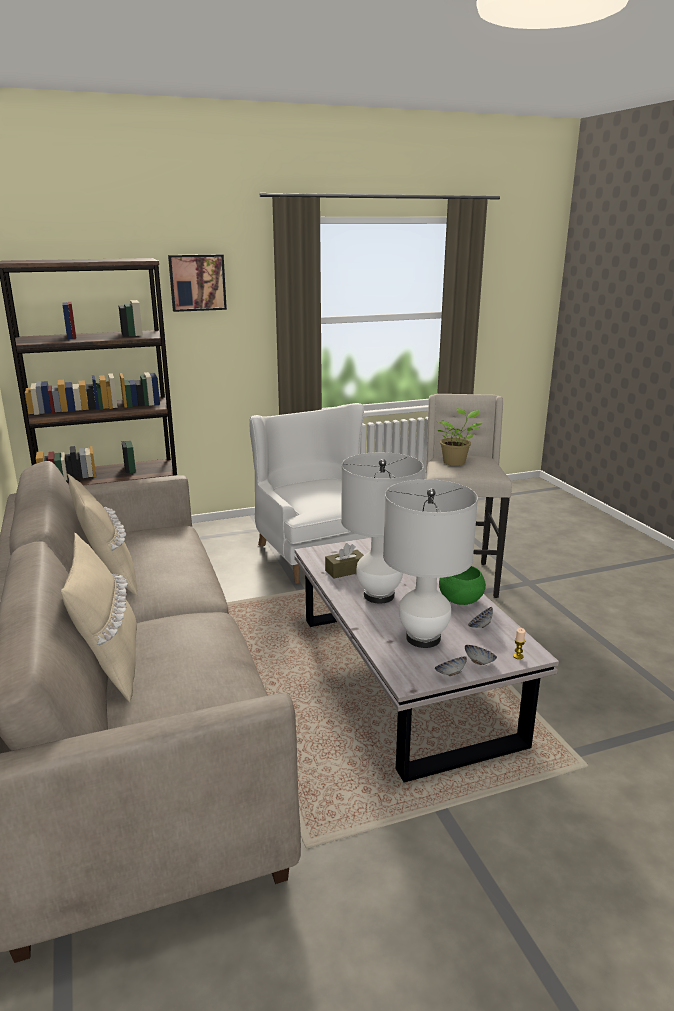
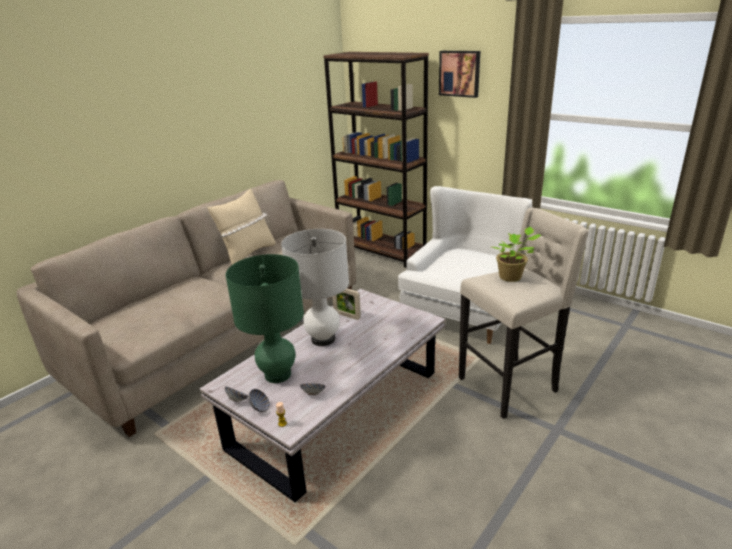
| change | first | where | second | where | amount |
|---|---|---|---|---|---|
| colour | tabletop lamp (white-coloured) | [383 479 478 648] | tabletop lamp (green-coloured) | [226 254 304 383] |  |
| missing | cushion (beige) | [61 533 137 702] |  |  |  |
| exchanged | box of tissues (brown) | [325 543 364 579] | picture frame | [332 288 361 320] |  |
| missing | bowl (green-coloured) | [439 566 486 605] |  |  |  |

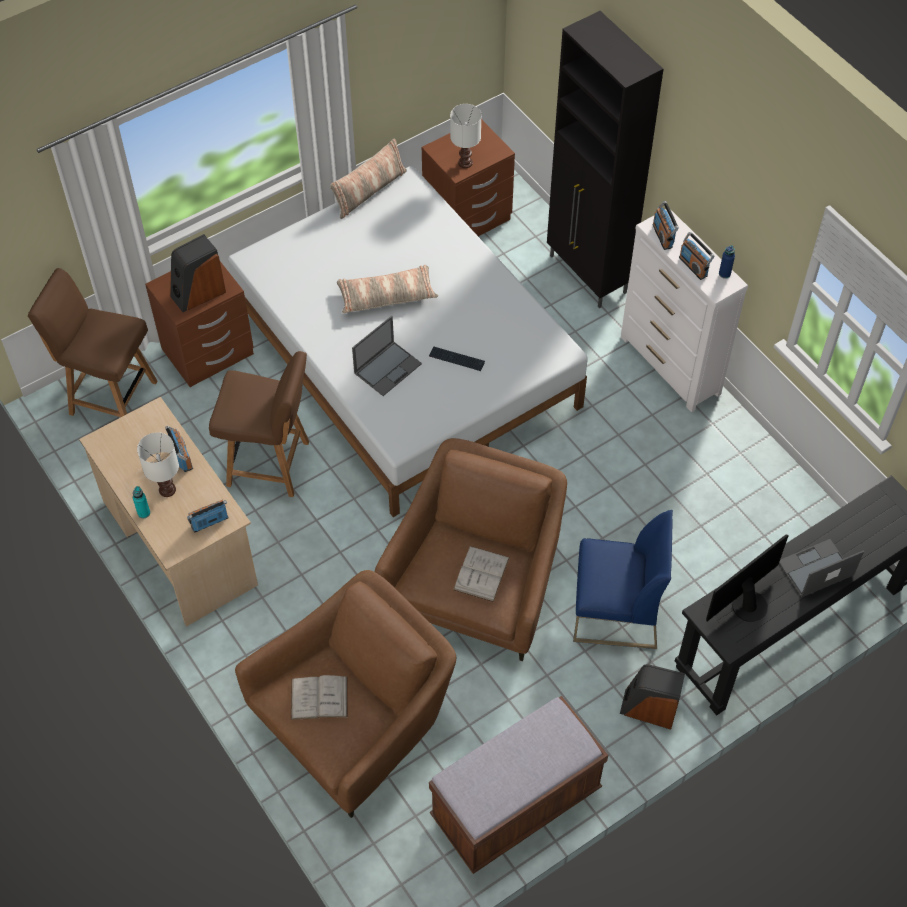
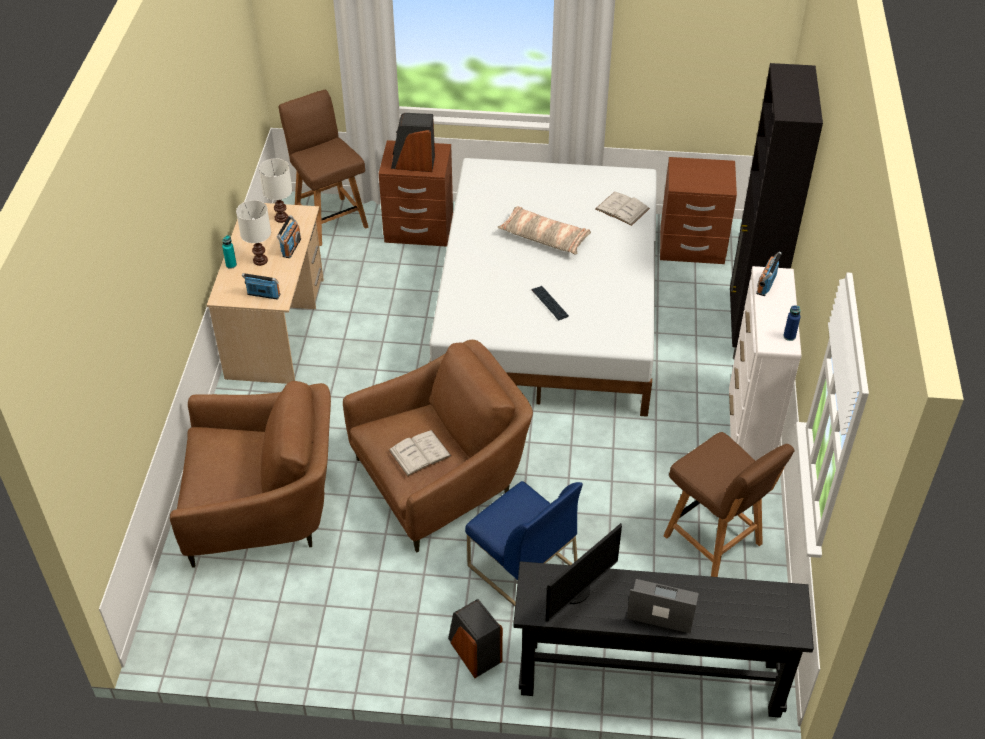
| change | first | where | second | where | amount |
|---|---|---|---|---|---|
| relocated | tabletop lamp (white-coloured) | [450 104 481 168] |  | [259 158 292 223] |  |
| missing | cushion | [330 139 407 219] |  |  |  |
| missing | radio receiver | [679 232 714 280] |  |  |  |
| missing | notebook computer | [352 316 422 396] |  |  |  |
| relocated | upright chair (brown) | [209 351 309 497] |  | [663 432 795 577] |  |
| spun | computer screen | [706 535 789 622] |  | [546 523 622 622] | 135 degrees clockwise |
| relocated | bound book (white-coloured) | [291 675 348 720] |  | [596 192 650 226] |  |
| missing | bench (brown) | [429 696 608 874] |  |  |  |

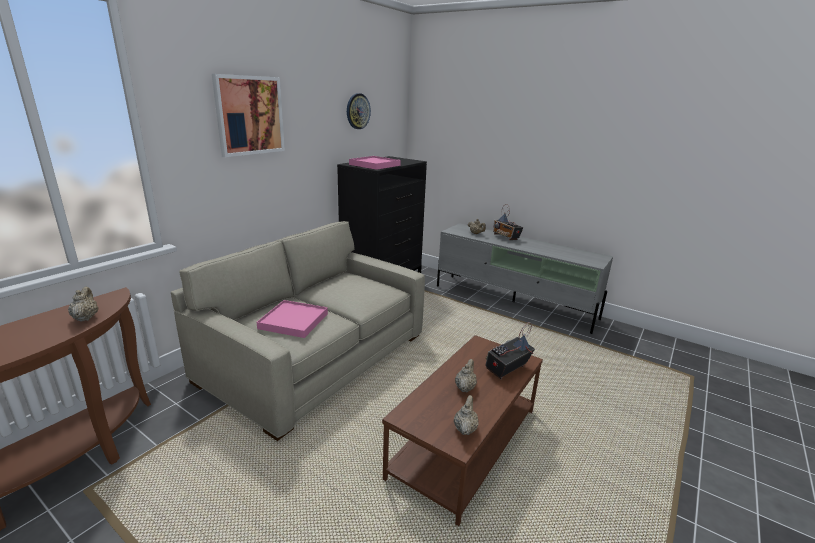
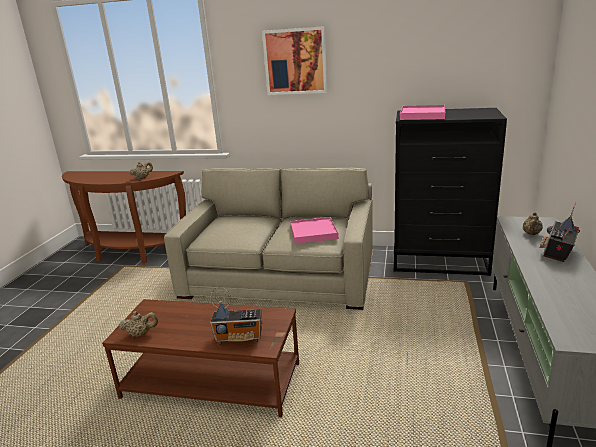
| change | first | where | second | where | amount |
|---|---|---|---|---|---|
| missing | wall clock | [347 93 371 129] |  |  |  |
| relocated | serving tray (pink) | [256 300 328 338] |  | [290 217 339 244] |  |
| spun | radio receiver | [485 322 535 379] |  | [210 287 263 345] | 150 degrees clockwise |
| missing | pot for tea (beige) | [455 359 477 392] |  |  |  |

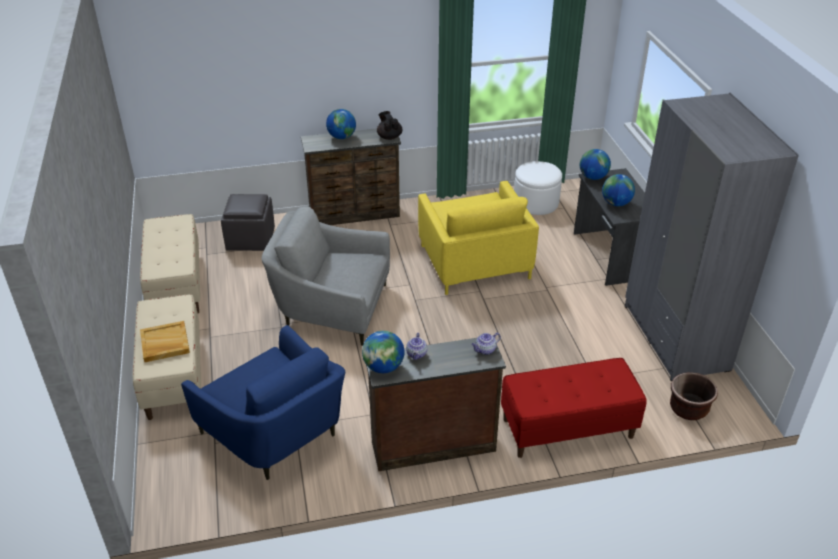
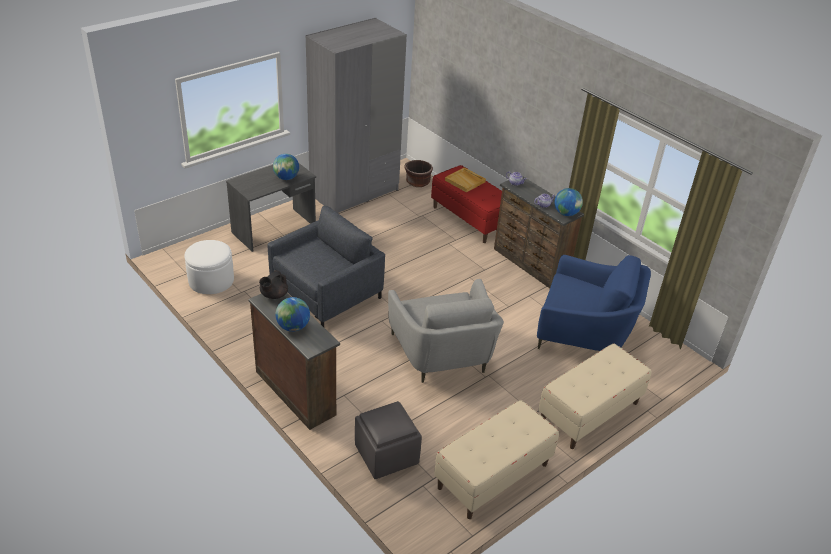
| change | first | where | second | where | amount |
|---|---|---|---|---|---|
| missing | globe | [580 149 611 180] |  |  |  |
| colour | armchair (yellow) | [418 181 539 295] | armchair (grey) | [267 206 385 327] |  |
| relocated | serving tray (beige) | [140 321 190 362] |  | [445 167 486 192] |  |
| spun | armchair (bluish) | [181 325 345 480] |  | [537 255 651 351] | 90 degrees clockwise |

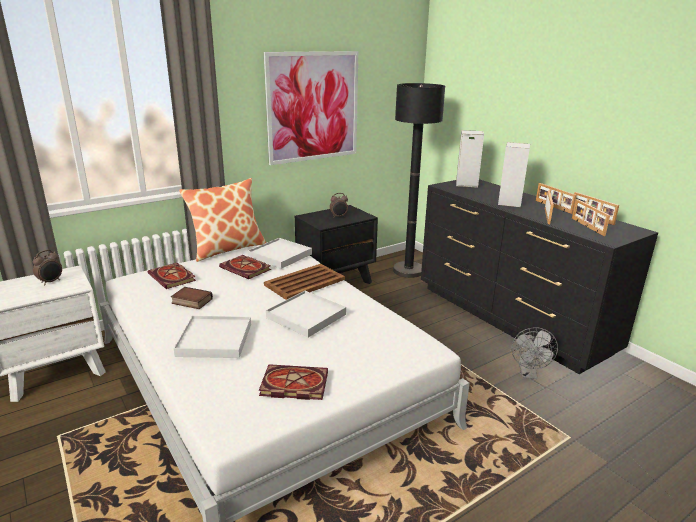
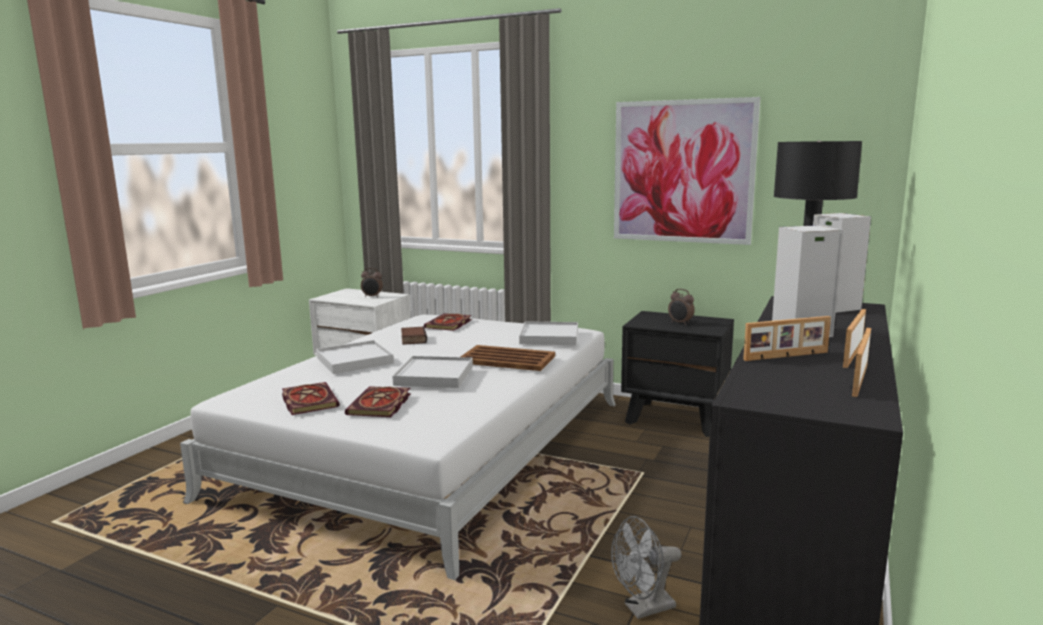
| change | first | where | second | where | amount |
|---|---|---|---|---|---|
| missing | cushion | [179 178 266 262] |  |  |  |
| missing | picture frame | [572 199 610 236] |  |  |  |
| relocated | bound book | [219 255 271 279] |  | [345 386 411 417] |  |

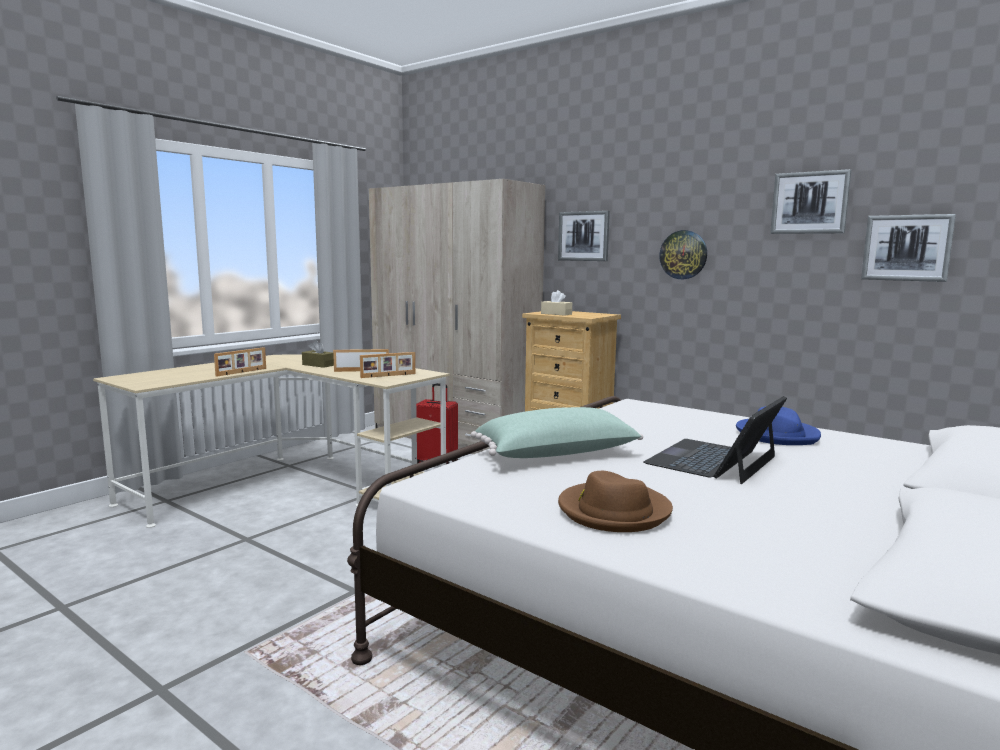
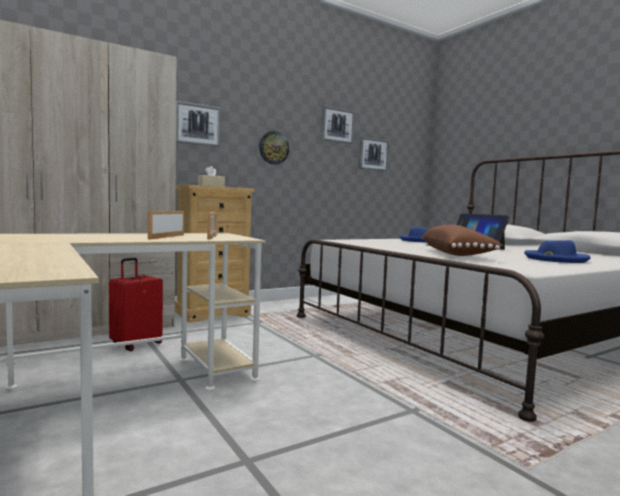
| change | first | where | second | where | amount |
|---|---|---|---|---|---|
| missing | box of tissues (brown) | [302 340 334 368] |  |  |  |
| missing | picture frame | [214 347 266 377] |  |  |  |
| colour | cushion (green-coloured) | [471 407 643 458] | cushion (brown) | [422 224 503 256] |  |
| colour | clothing hat (brown) | [558 471 673 532] | clothing hat (bluish) | [524 240 591 263] |  |

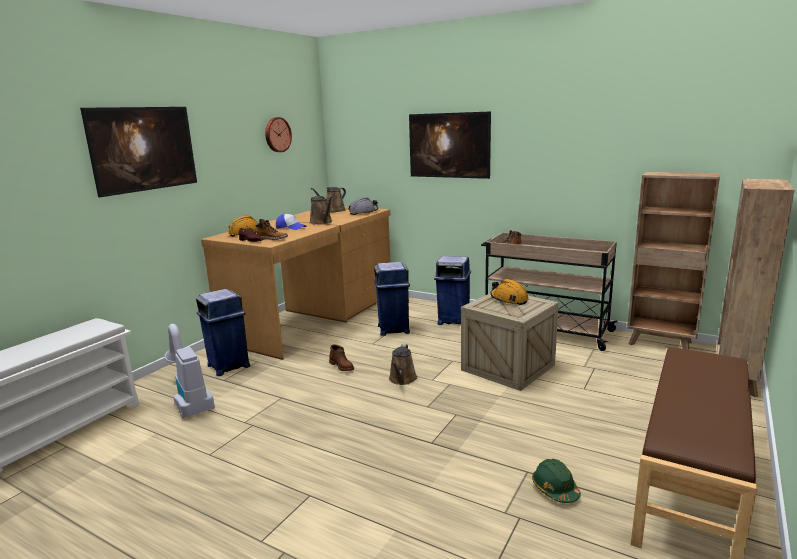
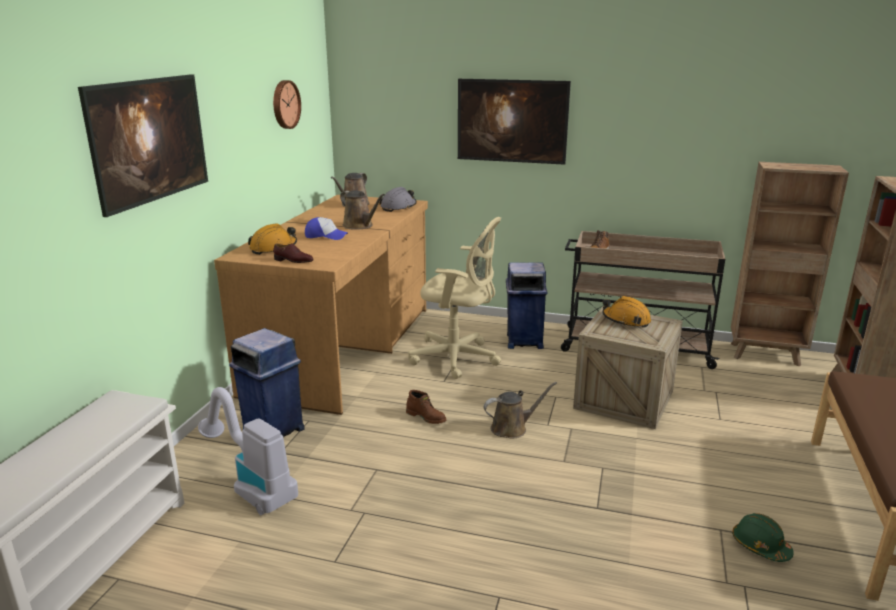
| change | first | where | second | where | amount |
|---|---|---|---|---|---|
| missing | boot | [256 220 288 240] |  |  |  |
| exchanged | rubbish bin (bluish) | [374 262 410 336] | computer chair (beige) | [408 217 501 379] |  |
| spun | sprinkling can (brown) | [389 344 417 385] |  | [484 382 557 438] | 105 degrees counterclockwise |

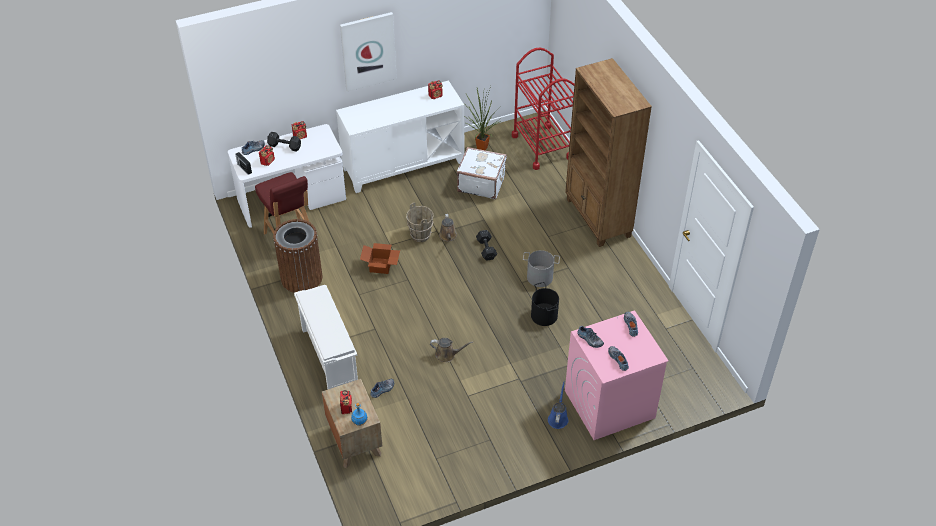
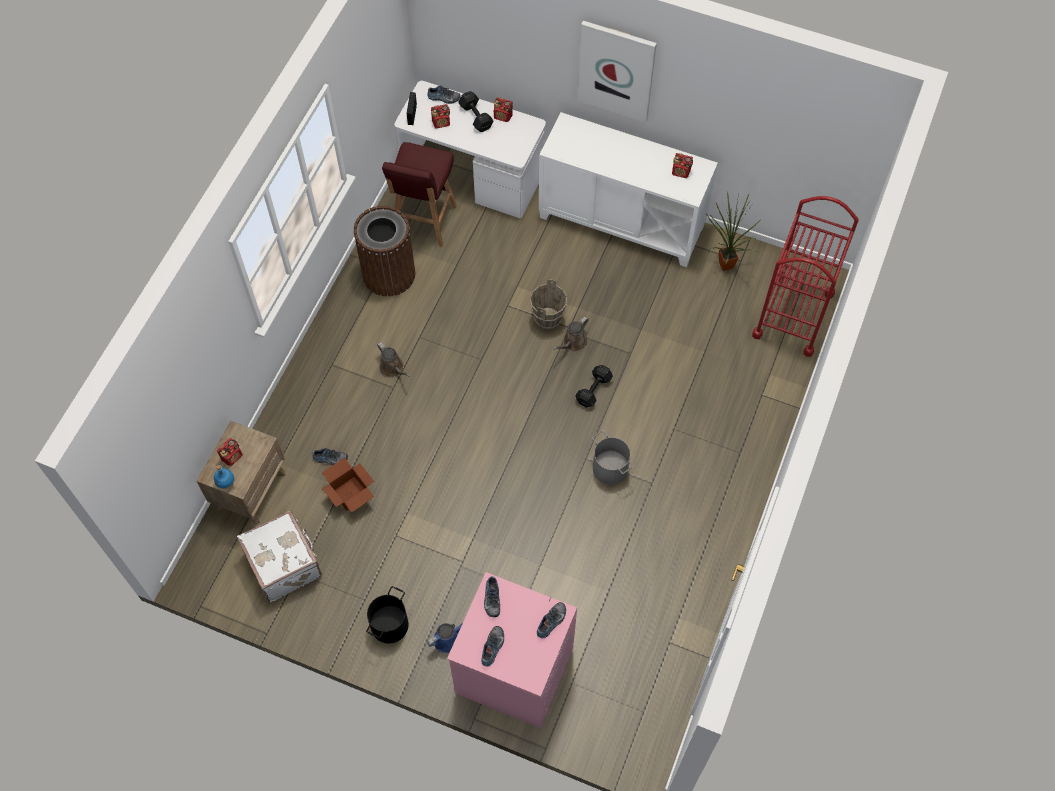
| change | first | where | second | where | amount |
|---|---|---|---|---|---|
| missing | bookshelf (brown) | [565 58 652 247] |  |  |  |
| relocated | travel case (white-coloured) | [457 147 507 199] |  | [237 510 322 602] |  |
| relocated | cardboard box | [360 243 400 274] |  | [322 457 374 512] |  |
| relocated | water bucket (black-coloured) | [531 282 559 326] |  | [366 586 409 643] |  |
| missing | shoe stand (white-coloured) | [294 285 358 389] |  |  |  |
| relocated | sprinkling can (brown) | [430 338 473 363] |  | [377 342 410 377] |  |

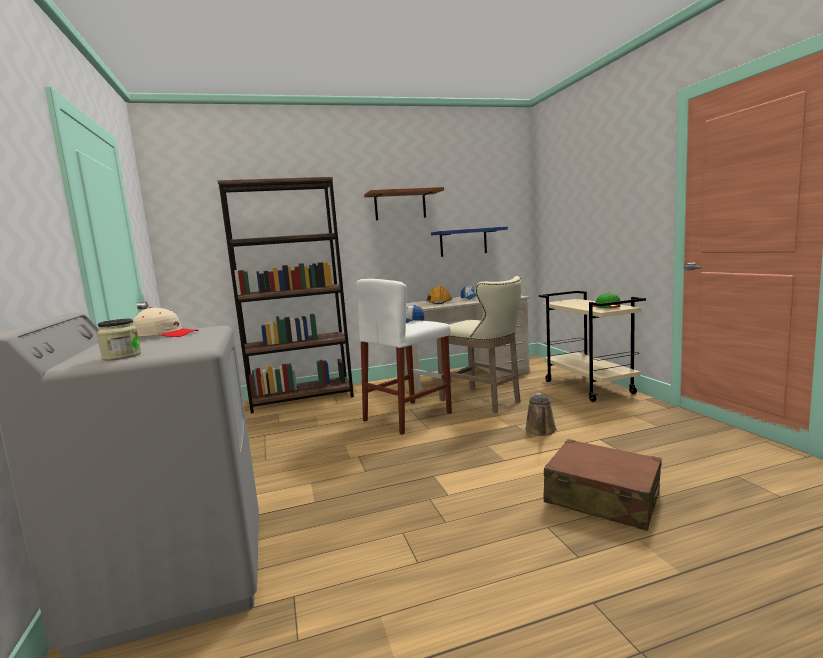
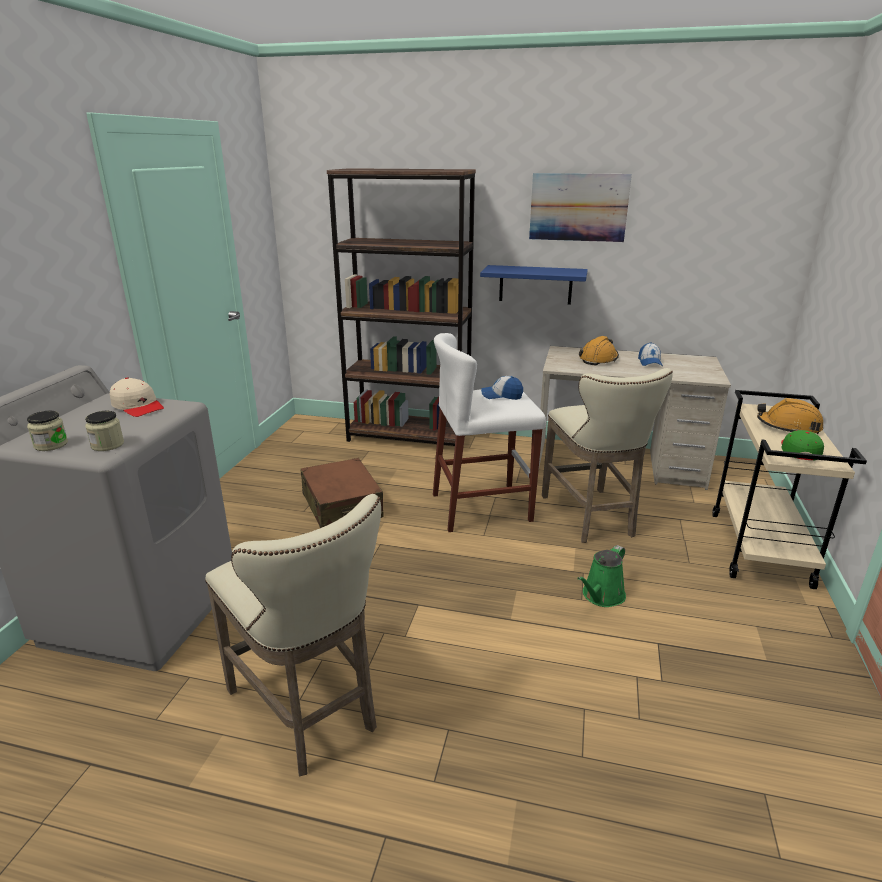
| change | first | where | second | where | amount |
|---|---|---|---|---|---|
| exchanged | bracket shelf (brown) | [364 187 444 220] | wall art | [529 173 632 242] |  |
| relocated | bracket shelf (bluish) | [431 227 508 257] |  | [480 265 588 305] |  |
| colour | sprinkling can (brown) | [525 393 557 436] | sprinkling can (green-coloured) | [577 545 626 607] |  |
| relocated | travel case (brown) | [544 439 661 531] |  | [300 458 383 528] |  |
| appeared |  |  | hard hat (orangey) | [757 398 823 434] |  |
| appeared |  |  | jar | [85 411 124 451] |  |
| appeared |  |  | stool seat (beige) | [205 494 381 776] |  |

